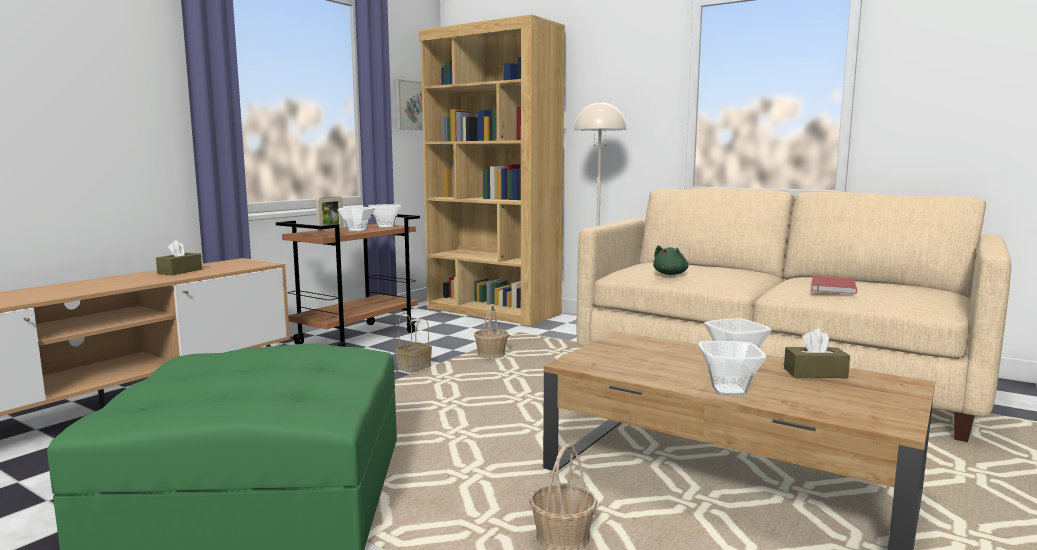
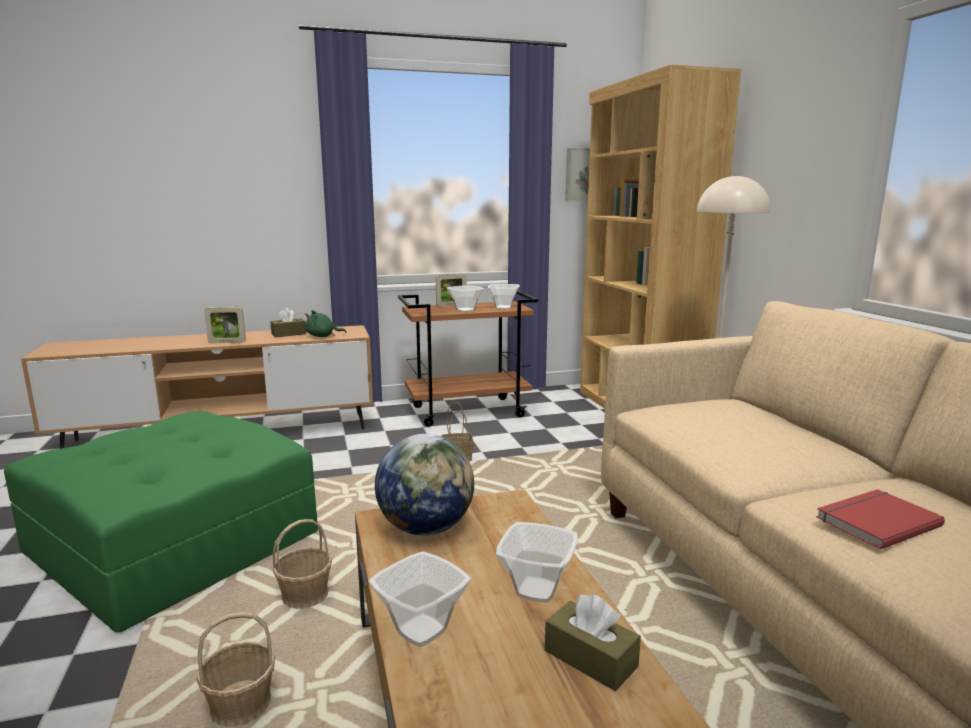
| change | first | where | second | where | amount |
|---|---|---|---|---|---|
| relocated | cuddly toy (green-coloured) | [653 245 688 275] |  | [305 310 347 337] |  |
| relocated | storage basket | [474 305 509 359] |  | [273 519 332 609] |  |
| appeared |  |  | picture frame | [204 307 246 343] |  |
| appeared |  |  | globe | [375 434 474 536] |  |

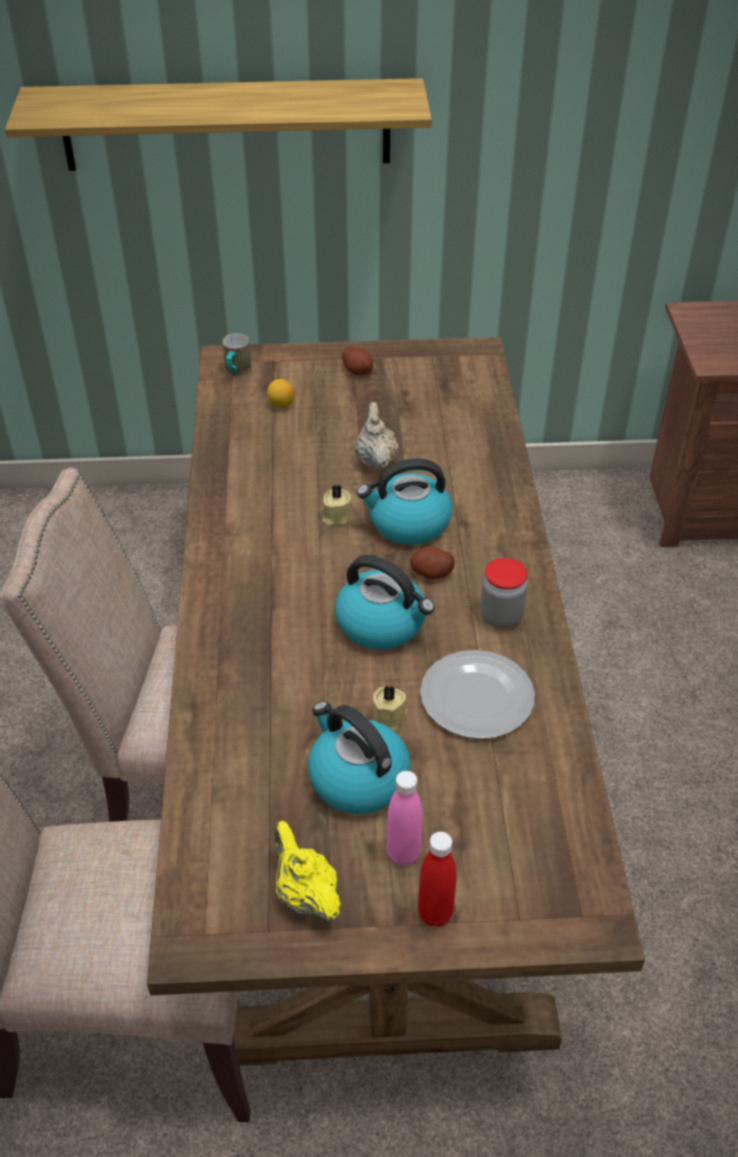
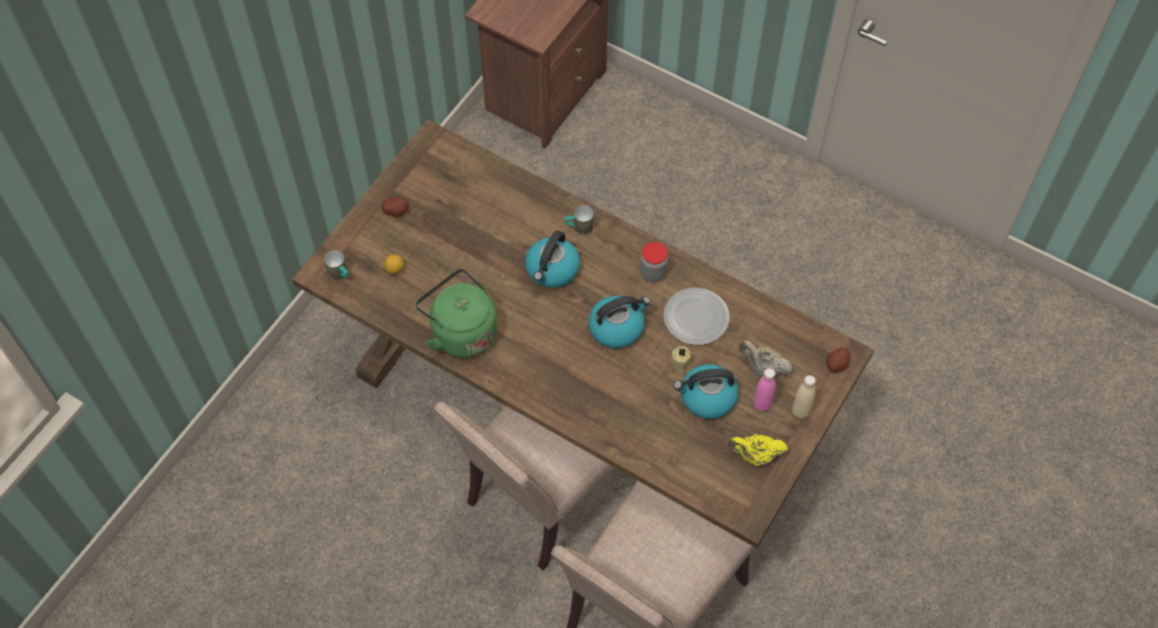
| change | first | where | second | where | amount |
|---|---|---|---|---|---|
| missing | bracket shelf | [5 78 432 171] |  |  |  |
| relocated | pot for tea (beige) | [354 402 399 470] |  | [739 340 792 377] |  |
| missing | candle (beige) | [322 485 351 526] |  |  |  |
| relocated | whole potato | [410 546 455 579] |  | [826 347 850 372] |  |
| colour | drink bottle (reddish) | [418 831 457 927] | drink bottle (beige) | [792 375 816 418] |  |
| appeared |  |  | tea mug | [565 205 594 236] |  |
| appeared |  |  | kettle (green-coloured) | [415 268 497 358] |  |

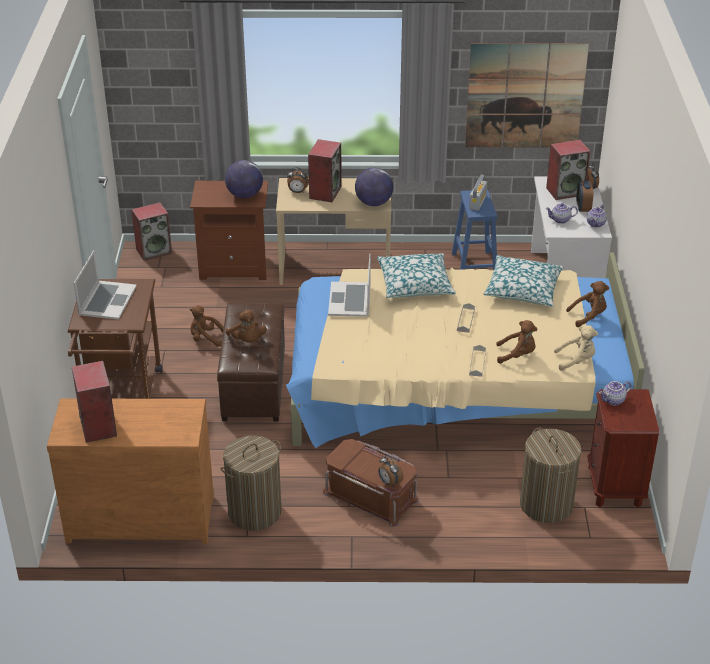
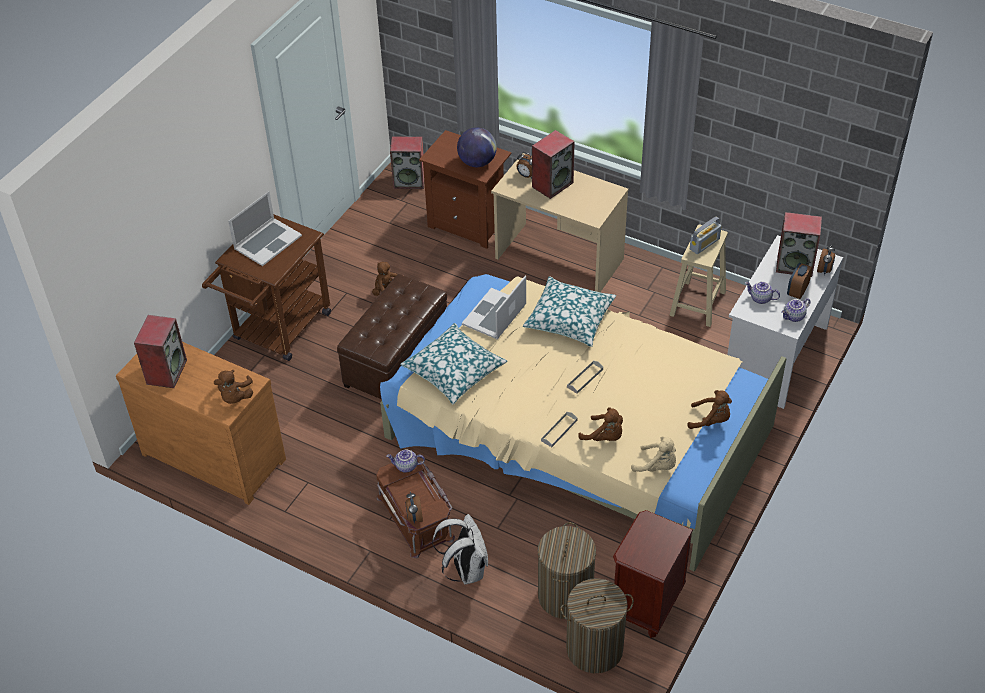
| change | first | where | second | where | amount |
|---|---|---|---|---|---|
| missing | wall art | [465 43 589 147] |  |  |  |
| missing | globe | [355 168 393 206] |  |  |  |
| colour | stool seat (bluish) | [452 190 497 270] | stool seat (beige) | [669 224 728 327] |  |
| relocated | cushion | [483 255 563 307] |  | [400 323 507 404] |  |
| relocated | cuddly toy (brown) | [225 309 267 343] |  | [214 370 253 404] |  |
| relocated | pot for tea | [599 381 631 405] |  | [386 450 425 473] |  |
| relocated | washing basket | [220 436 281 531] |  | [561 578 634 673] |  |
| appeared |  |  | knapsack (white-coloured) | [432 514 488 584] |  |

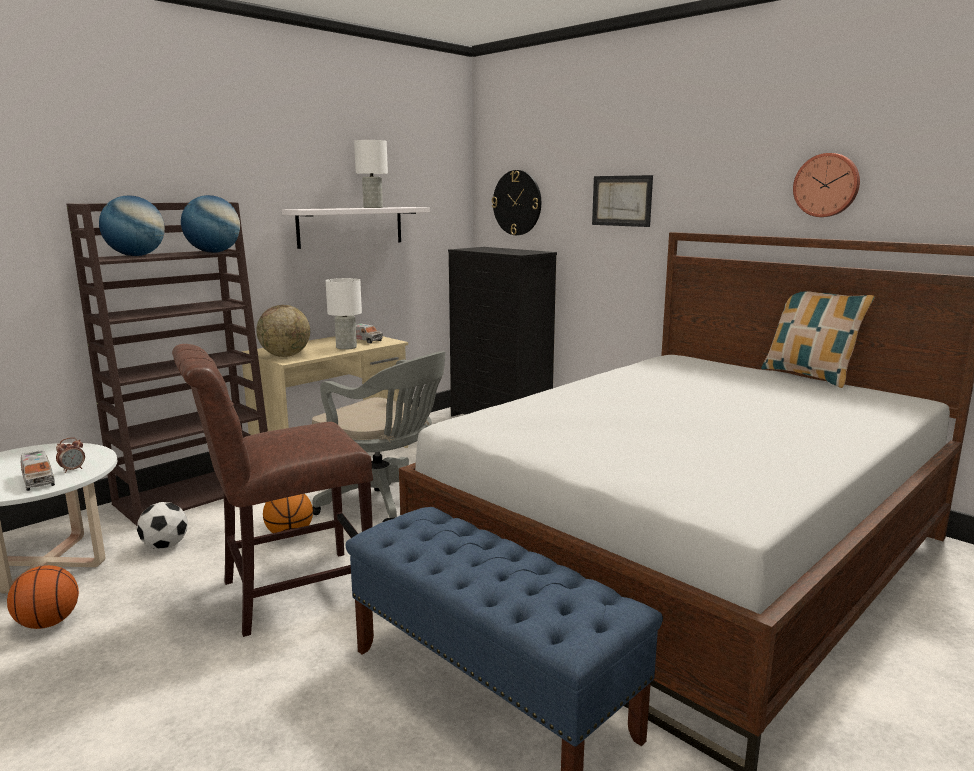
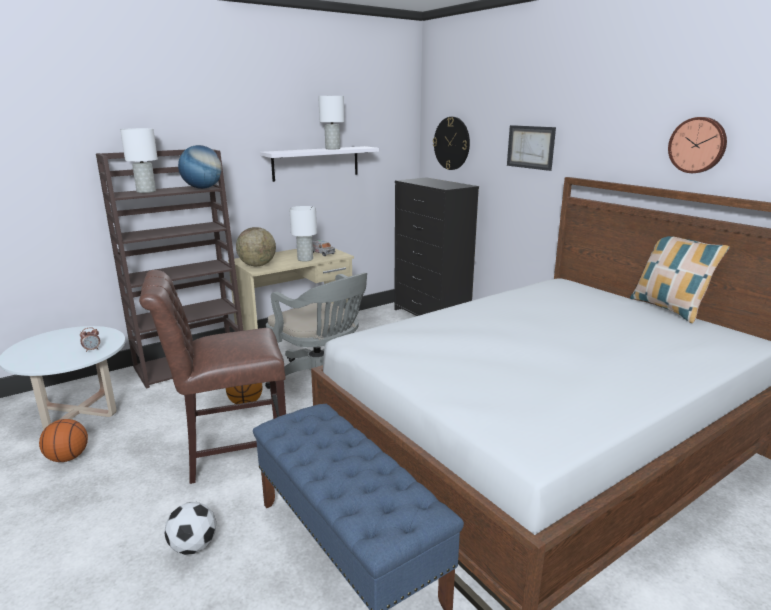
| change | first | where | second | where | amount |
|---|---|---|---|---|---|
| exchanged | globe | [99 195 165 256] | tabletop lamp (white-coloured) | [120 128 158 193] |  |
| missing | model truck | [21 450 55 491] |  |  |  |
| relocated | football | [137 502 188 549] |  | [164 502 216 555] |  |

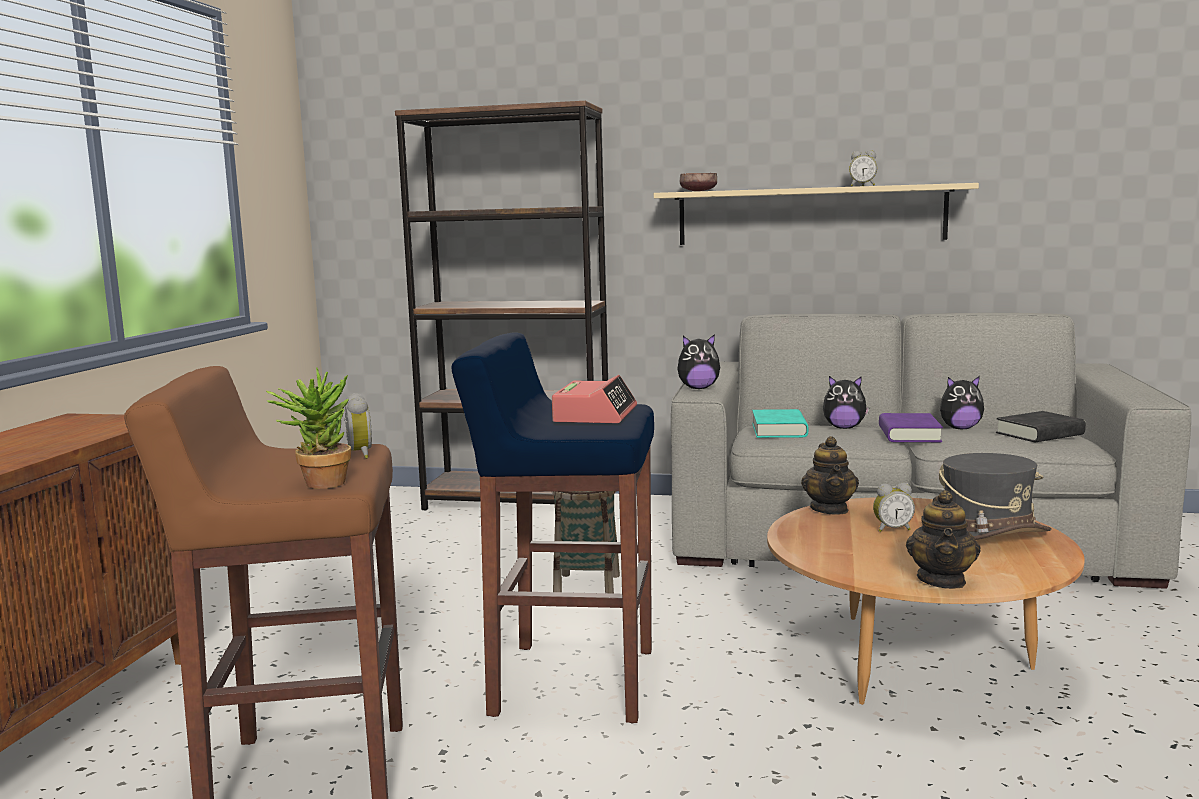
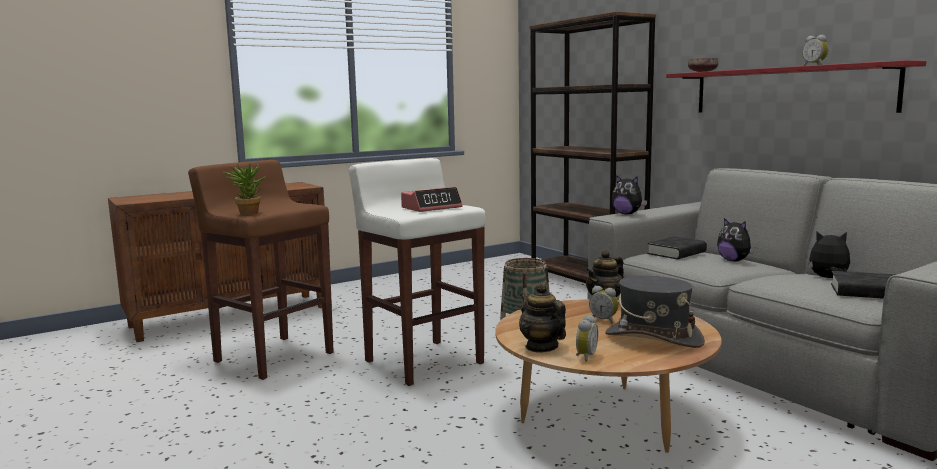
| change | first | where | second | where | amount |
|---|---|---|---|---|---|
| colour | bracket shelf (beige) | [654 183 979 245] | bracket shelf (reddish) | [666 60 926 113] |  |
| colour | stool seat (bluish) | [451 332 654 723] | stool seat (white-coloured) | [349 158 486 386] |  |
| spun | cuddly toy | [940 376 984 429] |  | [809 231 850 278] | 150 degrees clockwise |
| relocated | table clock | [344 393 372 459] |  | [576 315 598 362] |  |
| colour | bound book (turquoise-coloured) | [752 409 808 438] | bound book (black-coloured) | [647 236 707 259] |  |
| missing | bound book (purplish) | [879 413 943 442] |  |  |  |
| spun | pot for tea | [906 490 981 589] |  | [519 284 566 352] | 90 degrees clockwise |

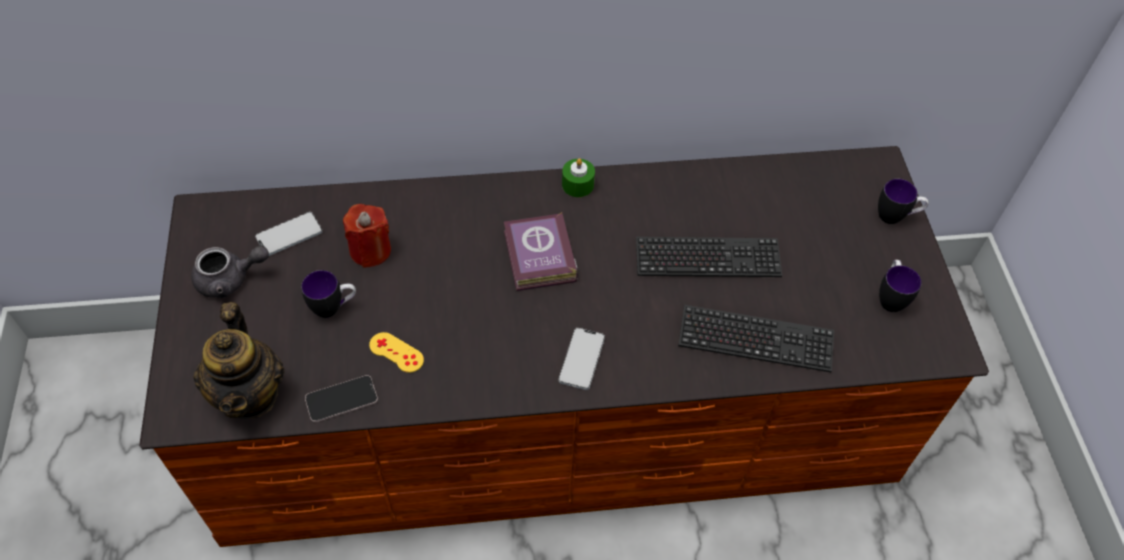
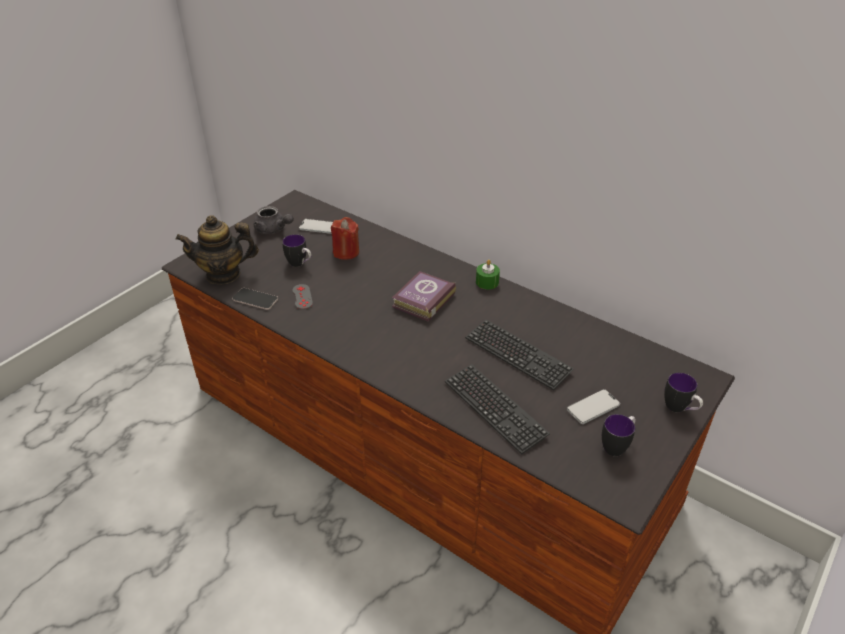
| change | first | where | second | where | amount |
|---|---|---|---|---|---|
| spun | pot for tea | [193 302 284 419] |  | [176 215 259 285] | 45 degrees clockwise |
| relocated | telephone | [558 328 605 390] |  | [567 389 620 424] |  |
| colour | game controller (yellow) | [369 332 424 373] | game controller (grey) | [292 284 313 310] |  |

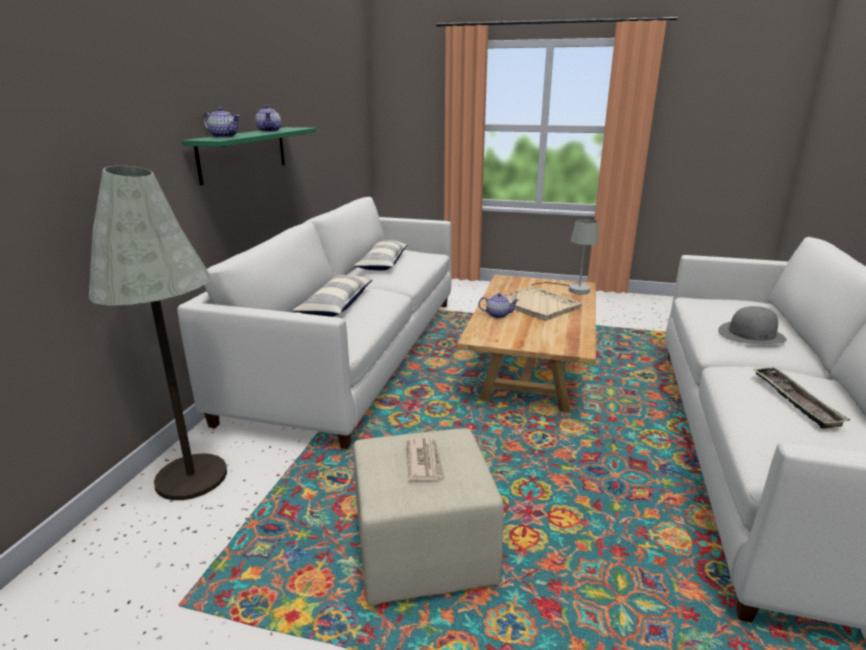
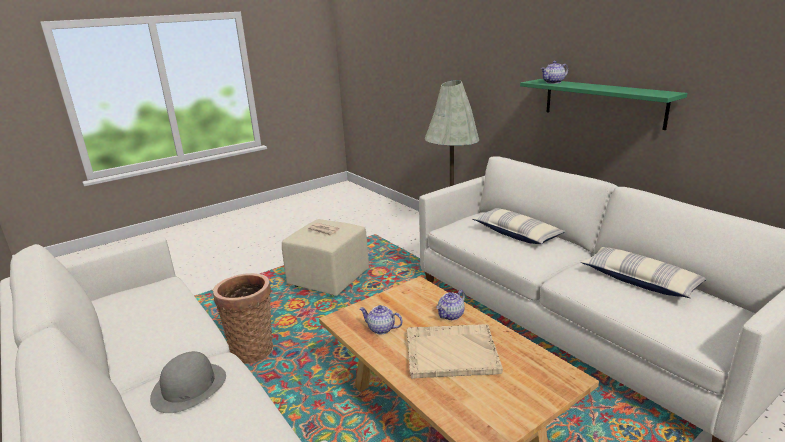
| change | first | where | second | where | amount |
|---|---|---|---|---|---|
| relocated | pot for tea | [255 105 281 132] |  | [359 305 403 334] |  |
| missing | tabletop lamp (grey) | [531 219 599 294] |  |  |  |
| missing | serving tray | [752 367 850 429] |  |  |  |
| appeared |  |  | storage basket | [213 273 273 364] |  |

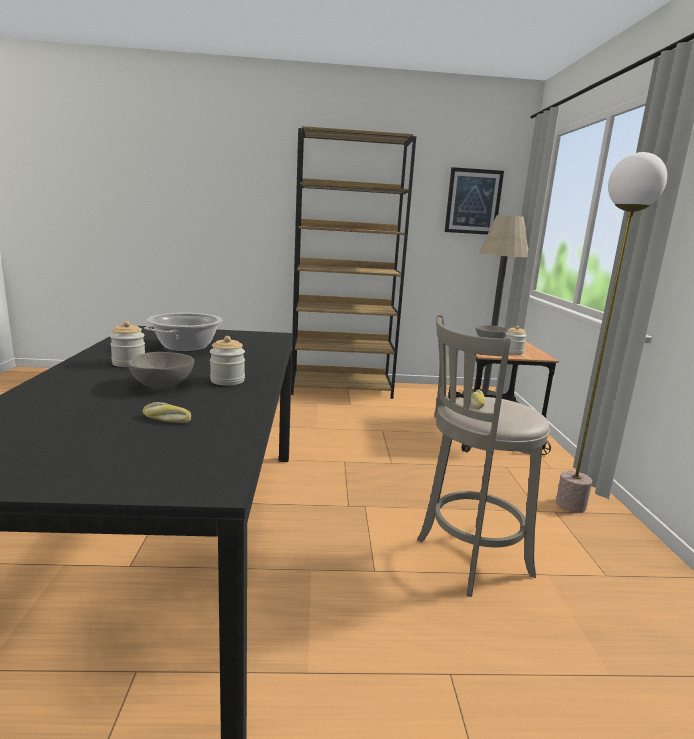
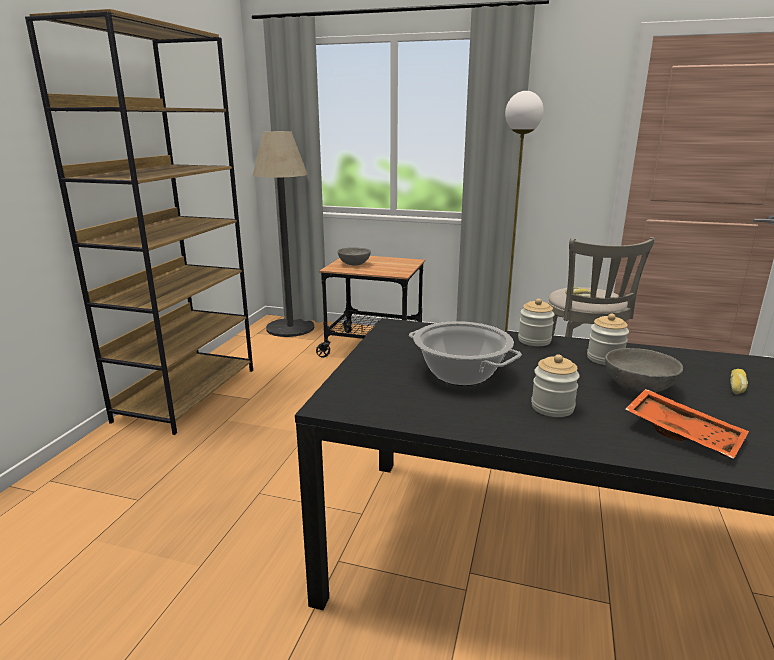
| change | first | where | second | where | amount |
|---|---|---|---|---|---|
| missing | wall art | [444 167 504 235] |  |  |  |
| relocated | jar | [506 326 527 355] |  | [518 298 555 346] |  |
| appeared |  |  | serving tray (orangey) | [625 389 749 459] |  |

